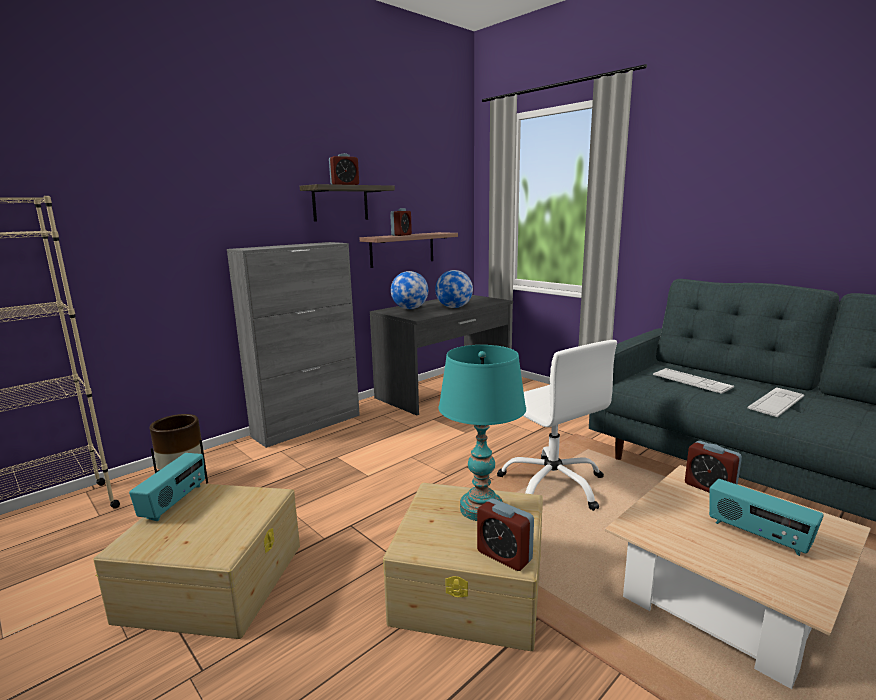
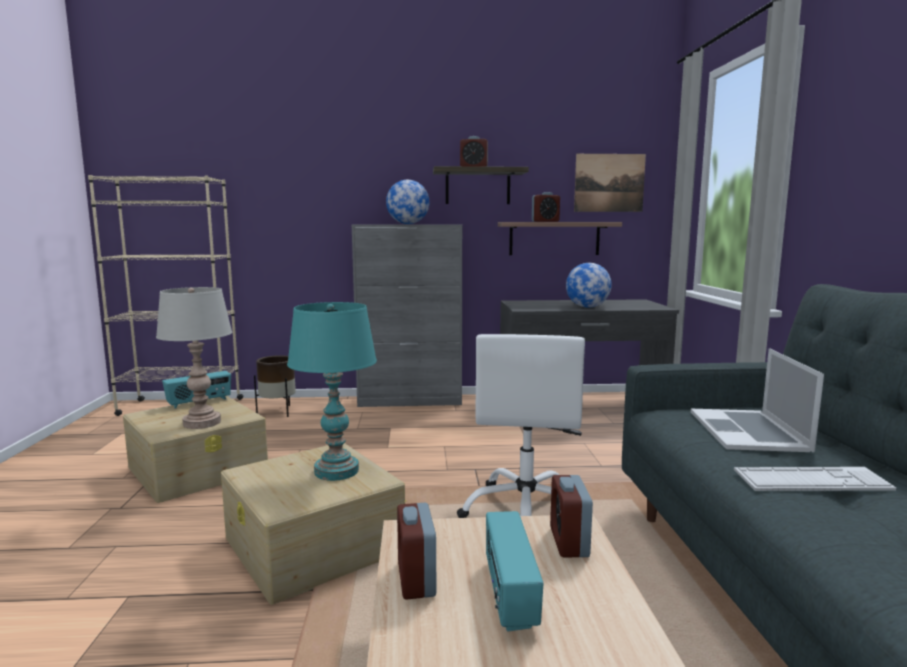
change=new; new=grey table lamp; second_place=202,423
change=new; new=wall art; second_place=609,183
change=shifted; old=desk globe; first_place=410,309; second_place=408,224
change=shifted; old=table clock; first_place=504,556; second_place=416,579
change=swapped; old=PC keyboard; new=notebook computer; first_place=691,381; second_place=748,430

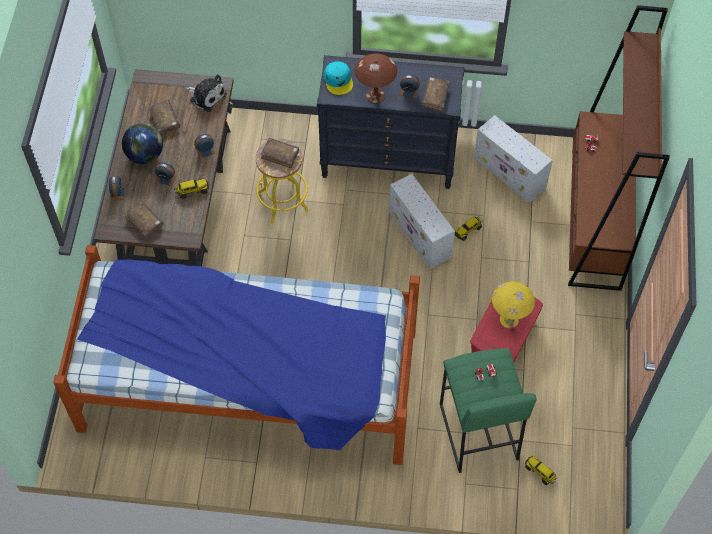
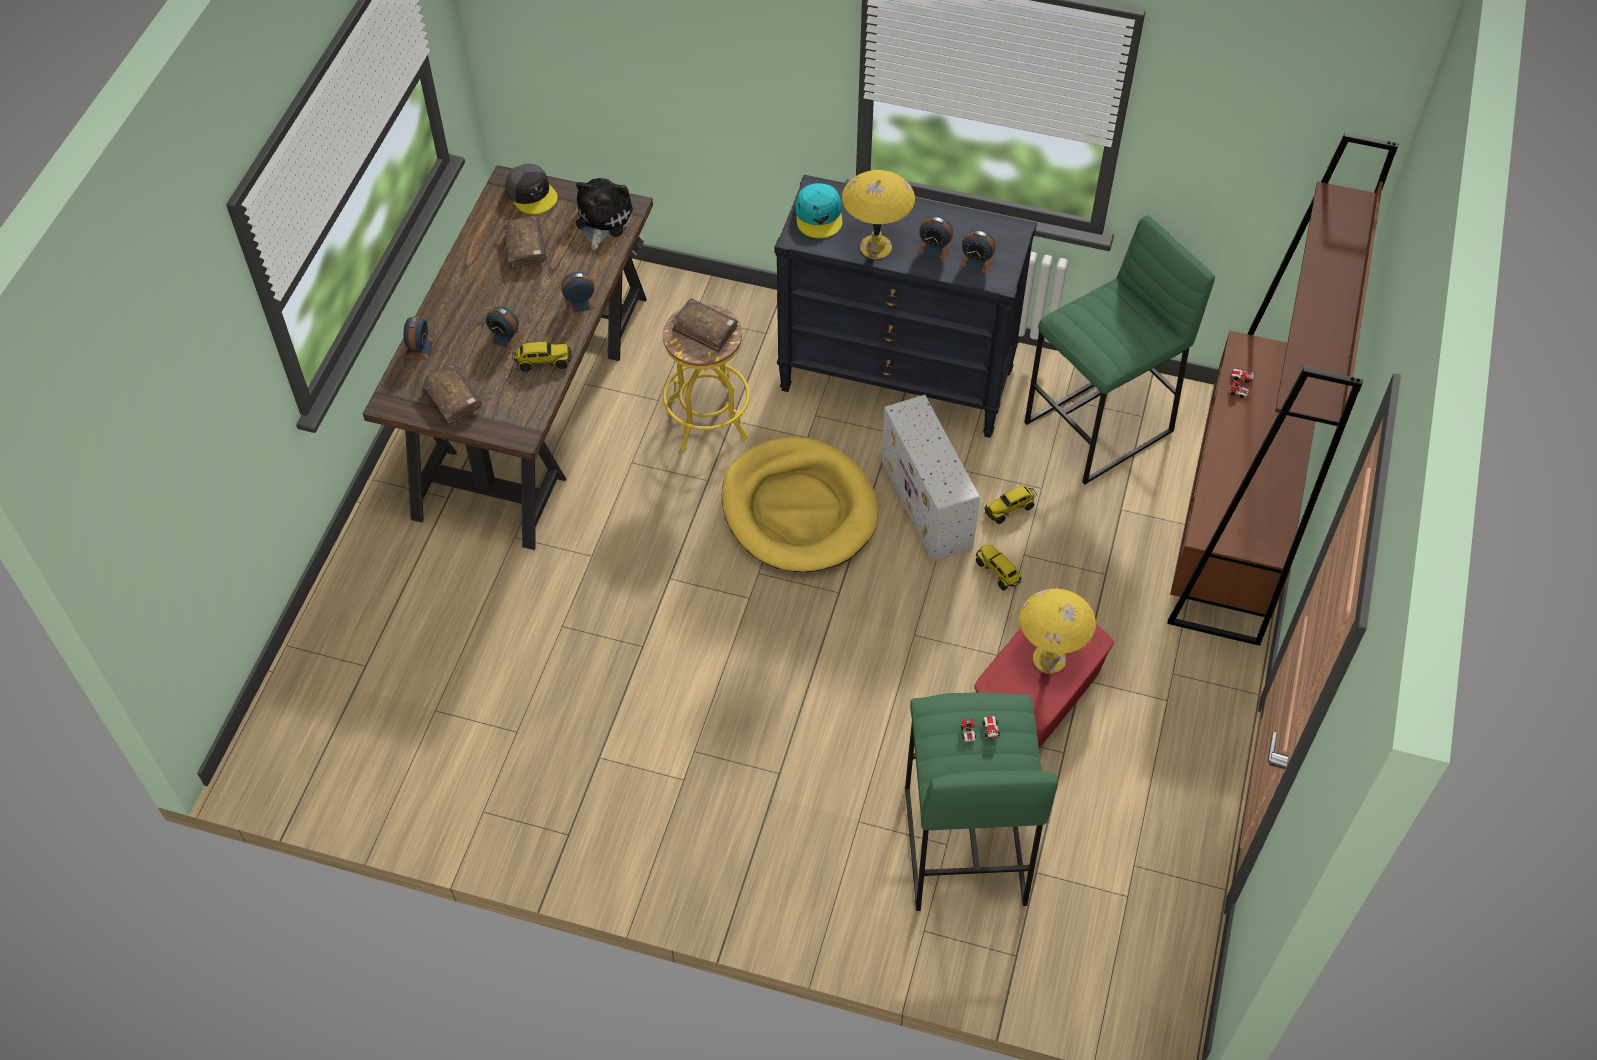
change=gone; old=bed; first_place=249,382
change=gone; old=desk globe; first_place=145,155
change=new; new=grey cap; second_place=532,194
change=new; new=yellow-coloured dog bed; second_place=799,509
change=shifted; old=toy lorry; first_place=540,472; second_place=998,572
change=swapped; old=brown-coloured book; new=table clock; first_place=434,97; second_place=976,262
change=swapped; old=whitish storage container; new=greenish sitting stool; first_place=510,173; second_place=1099,428
change=repainted; old=brown-coloured table lamp; new=yellow-coloured table lamp; first_place=375,96; second_place=875,247
change=rotated; old=soft toy; first_place=206,96; second_place=602,220; degrees=-120

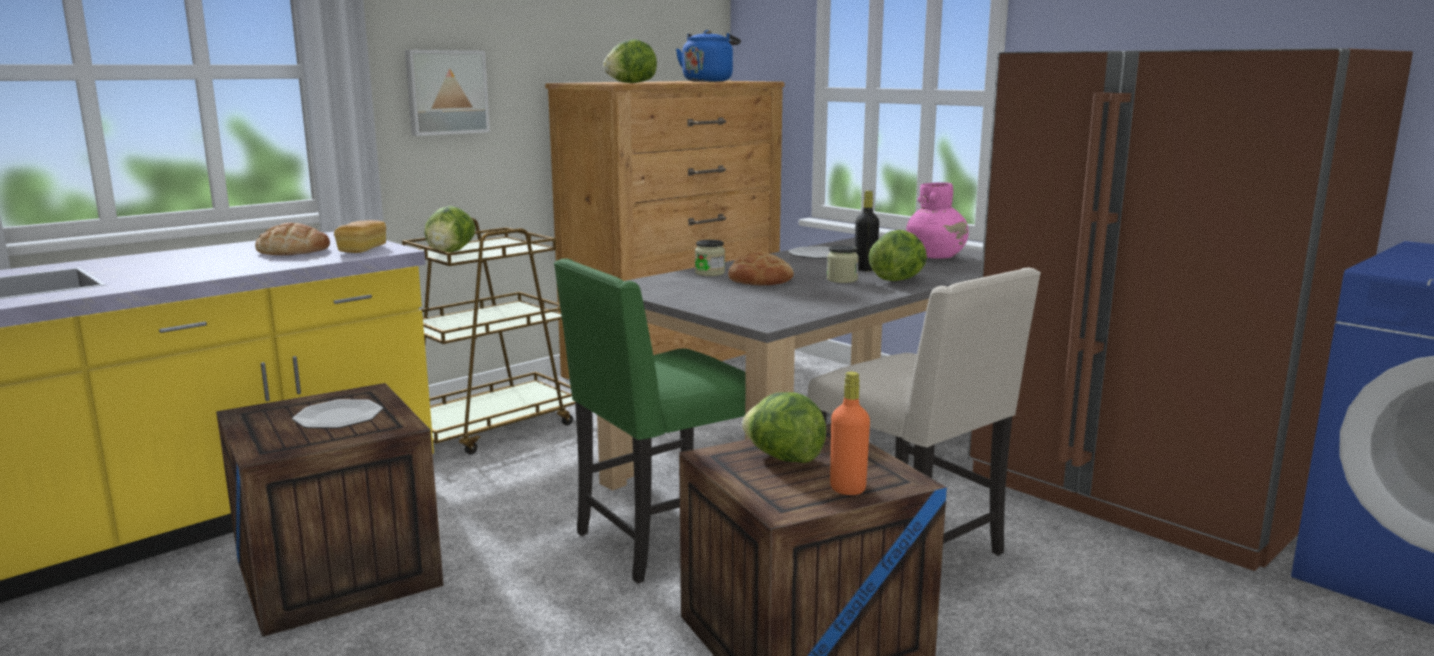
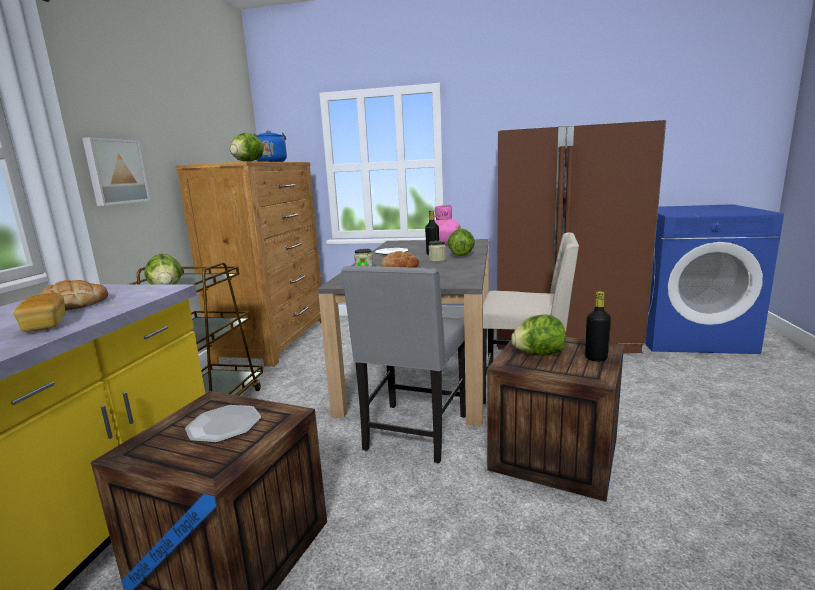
change=shifted; old=bakery bread; first_place=362,249; second_place=45,325
change=repainted; old=greenish plain chair; new=grey plain chair; first_place=663,540; second_place=414,433
change=repainted; old=orange-coloured beverage bottle; new=black-coloured beverage bottle; first_place=847,489; second_place=596,358

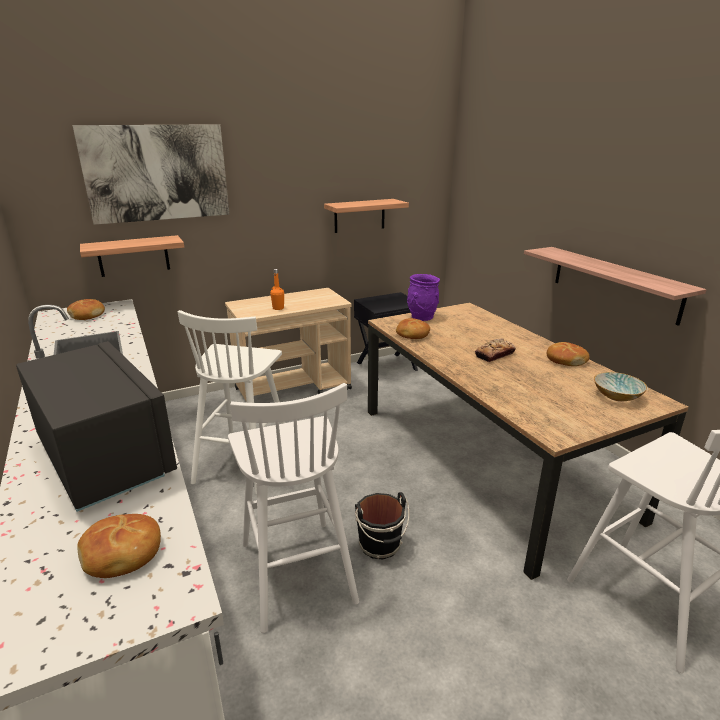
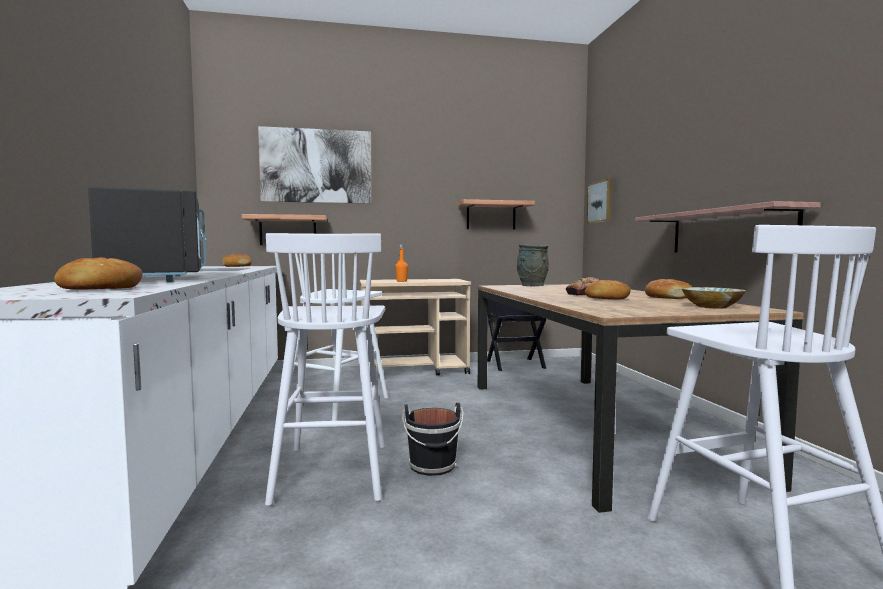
change=new; new=wall art; second_place=601,201
change=shifted; old=bakery bread; first_place=412,334; second_place=606,298
change=repainted; old=purple decorative vase; new=grey decorative vase; first_place=421,317; second_place=531,285

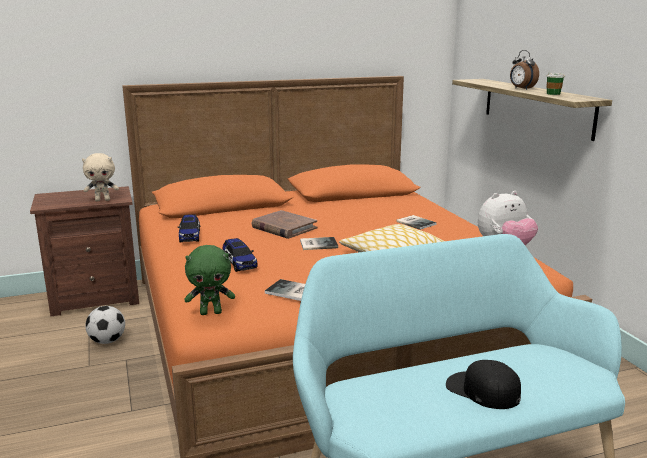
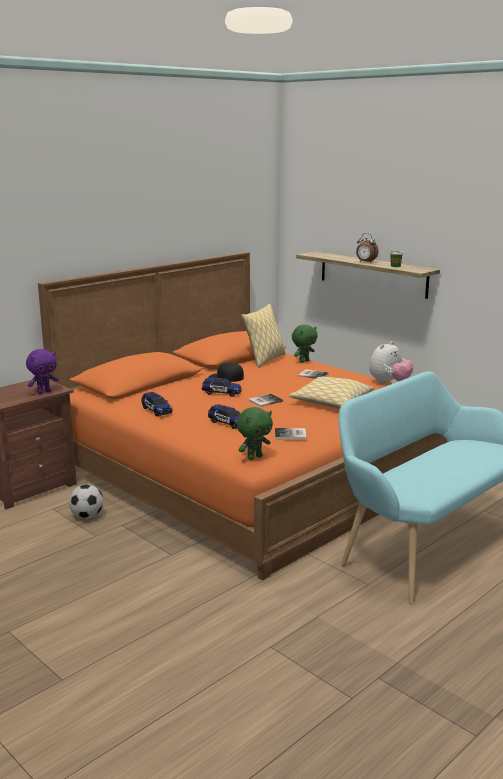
change=new; new=throw pillow; second_place=264,360
change=new; new=greenish soft toy; second_place=304,361
change=shifted; old=black-coloured cap; first_place=482,390; second_place=226,377
change=swapped; old=brown-coloured book; new=miniature car; first_place=284,228; second_place=221,393
change=repainted; old=beige-coloured soft toy; new=purple soft toy; first_place=103,200; second_place=44,392

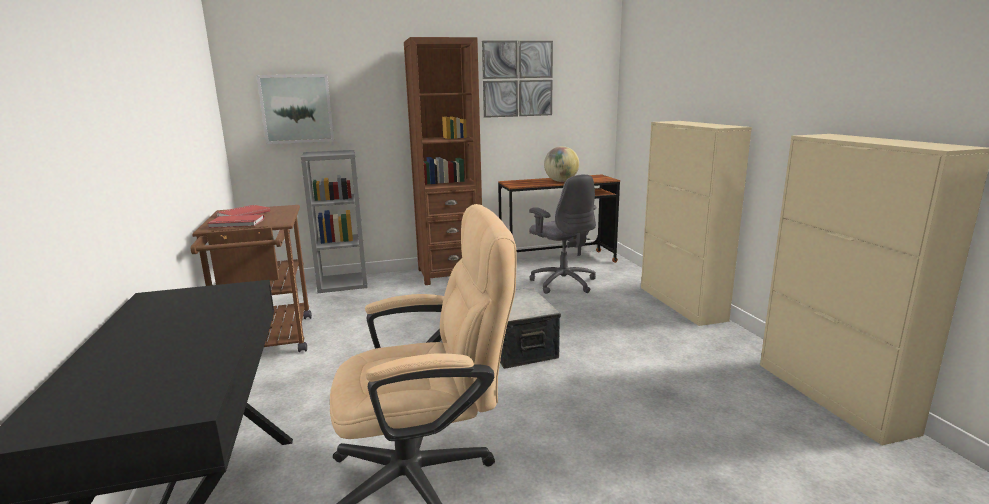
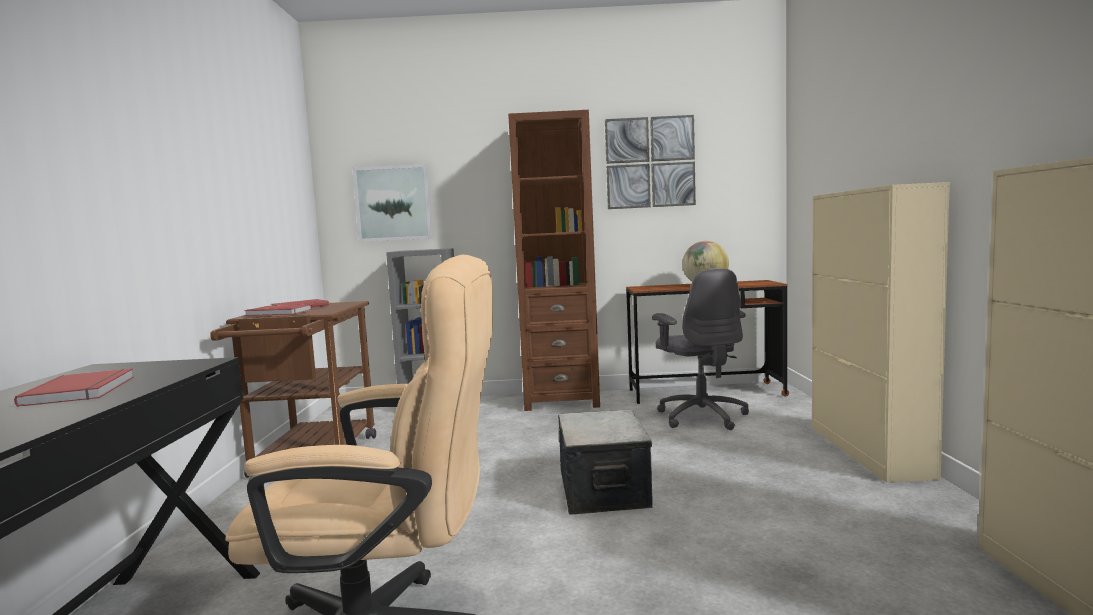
change=new; new=reddish book; second_place=84,390

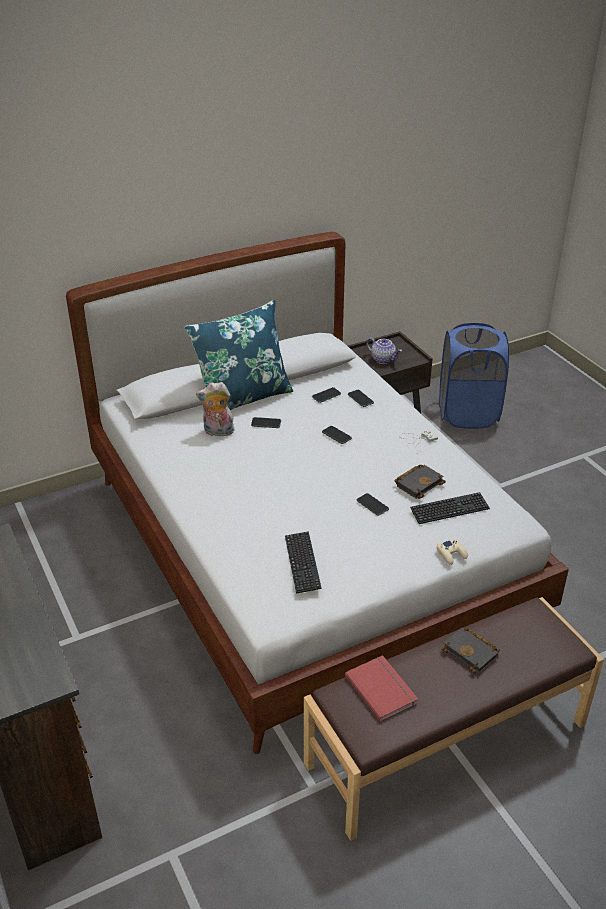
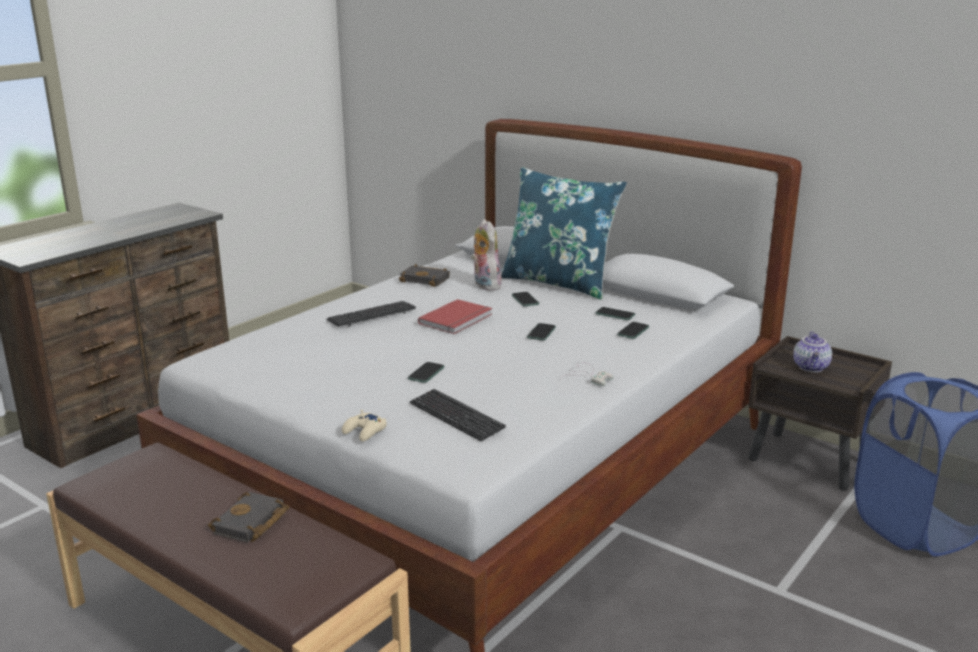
change=shifted; old=PC keyboard; first_place=302,563; second_place=372,315
change=shifted; old=reddish book; first_place=382,688; second_place=457,319
change=shifted; old=black-coloured book; first_place=419,483; second_place=426,279

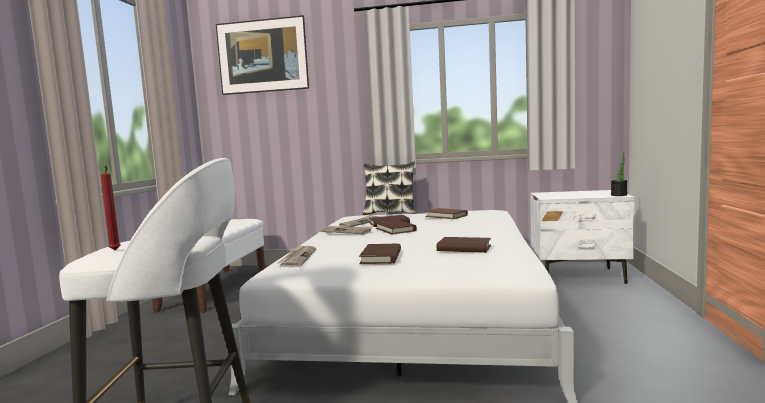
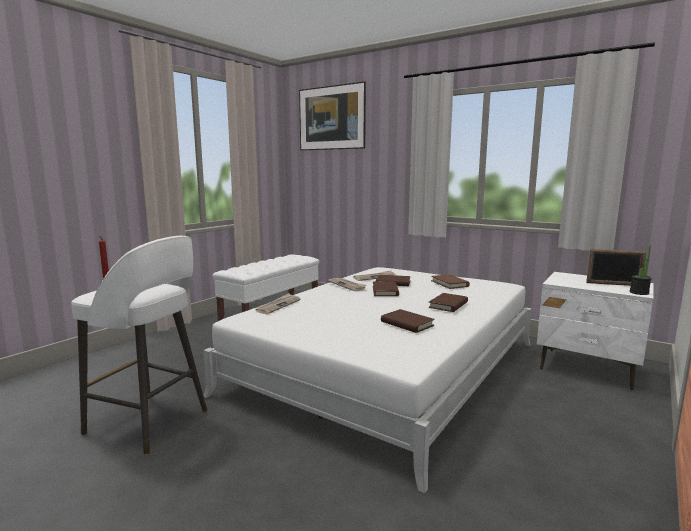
change=gone; old=throw pillow; first_place=390,213
change=new; new=standing frame; second_place=613,284
change=shifted; old=brown-coloured book; first_place=381,257; second_place=448,305

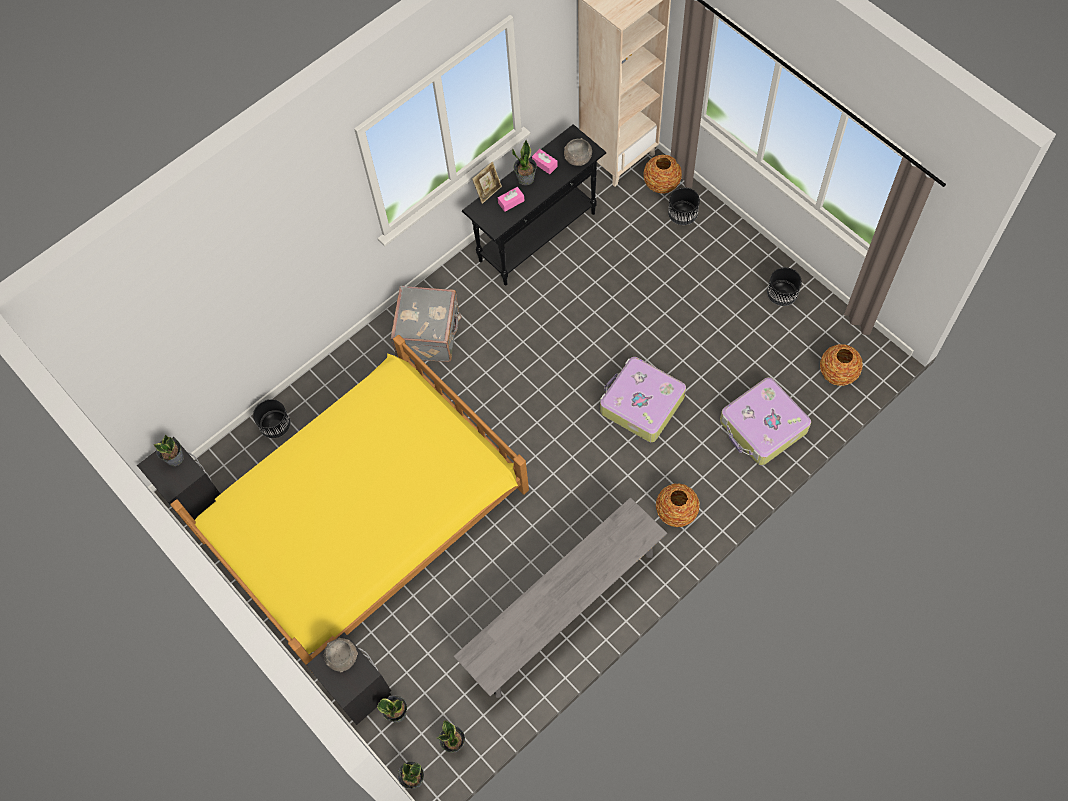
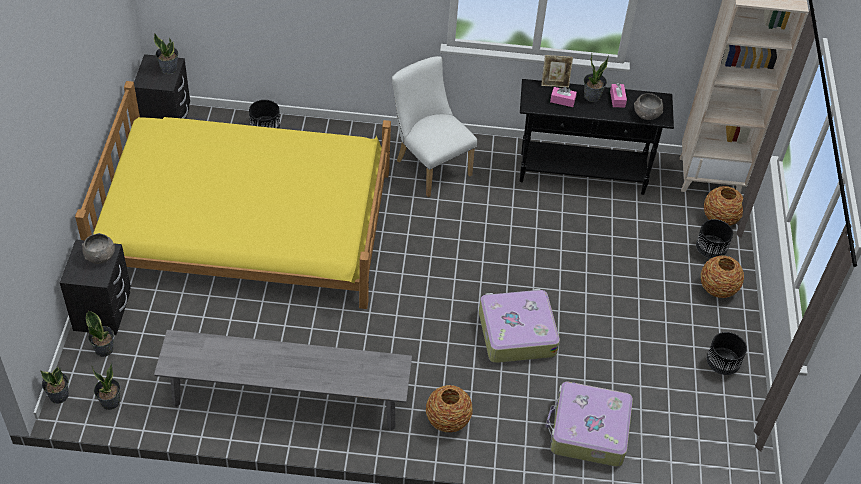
change=shifted; old=decorative vase; first_place=838,373; second_place=718,289
change=swapped; old=grey travel case; new=whitish plain chair; first_place=429,334; second_place=429,165

